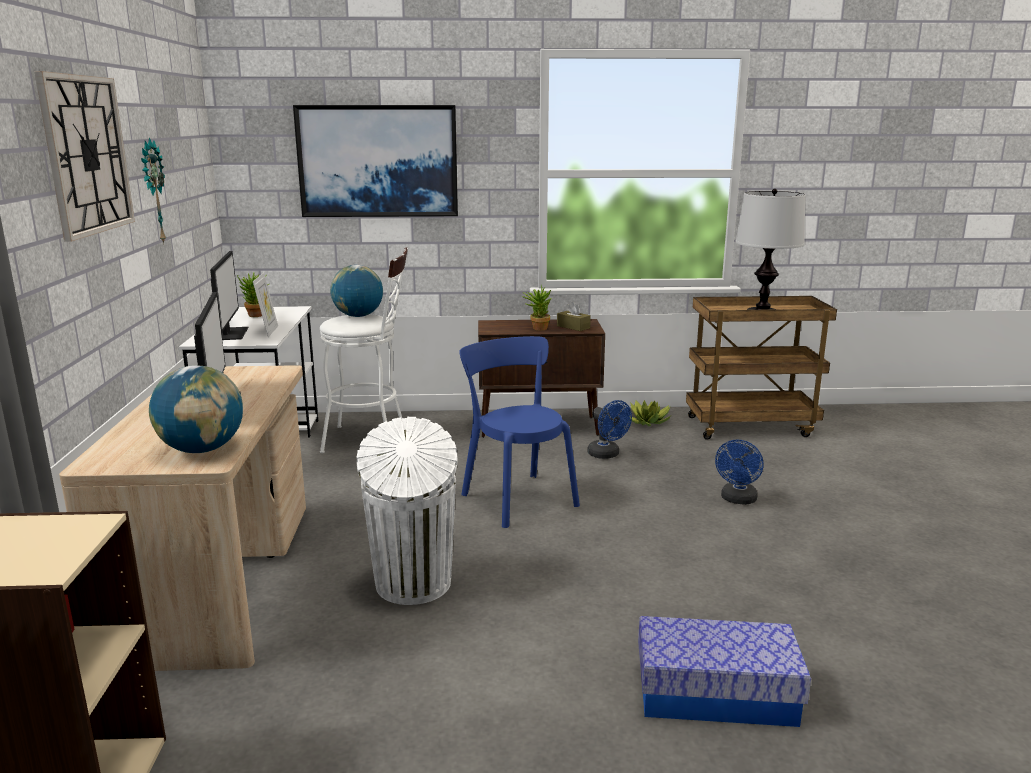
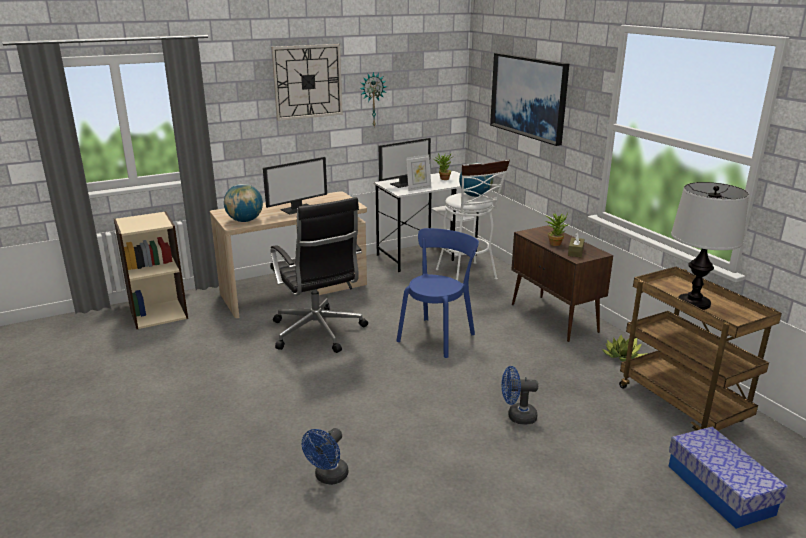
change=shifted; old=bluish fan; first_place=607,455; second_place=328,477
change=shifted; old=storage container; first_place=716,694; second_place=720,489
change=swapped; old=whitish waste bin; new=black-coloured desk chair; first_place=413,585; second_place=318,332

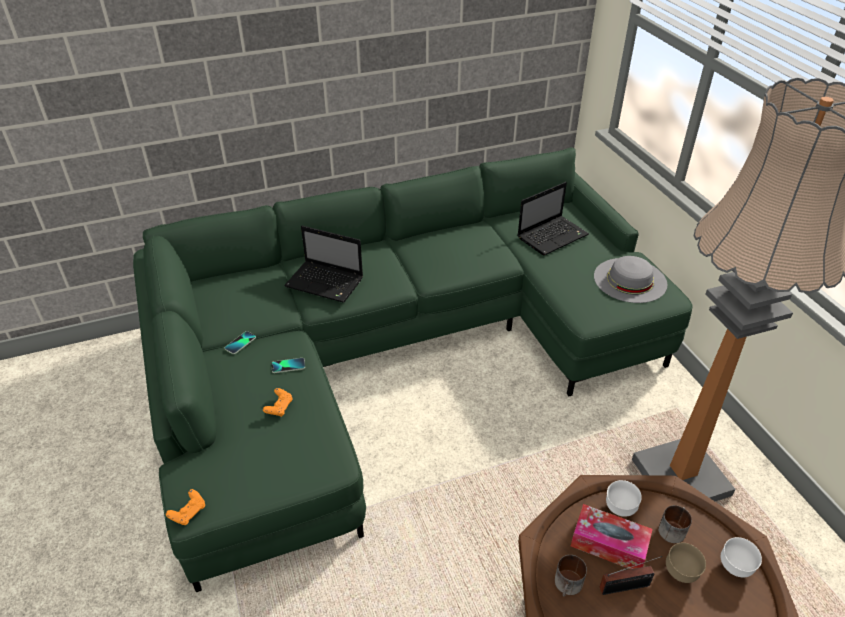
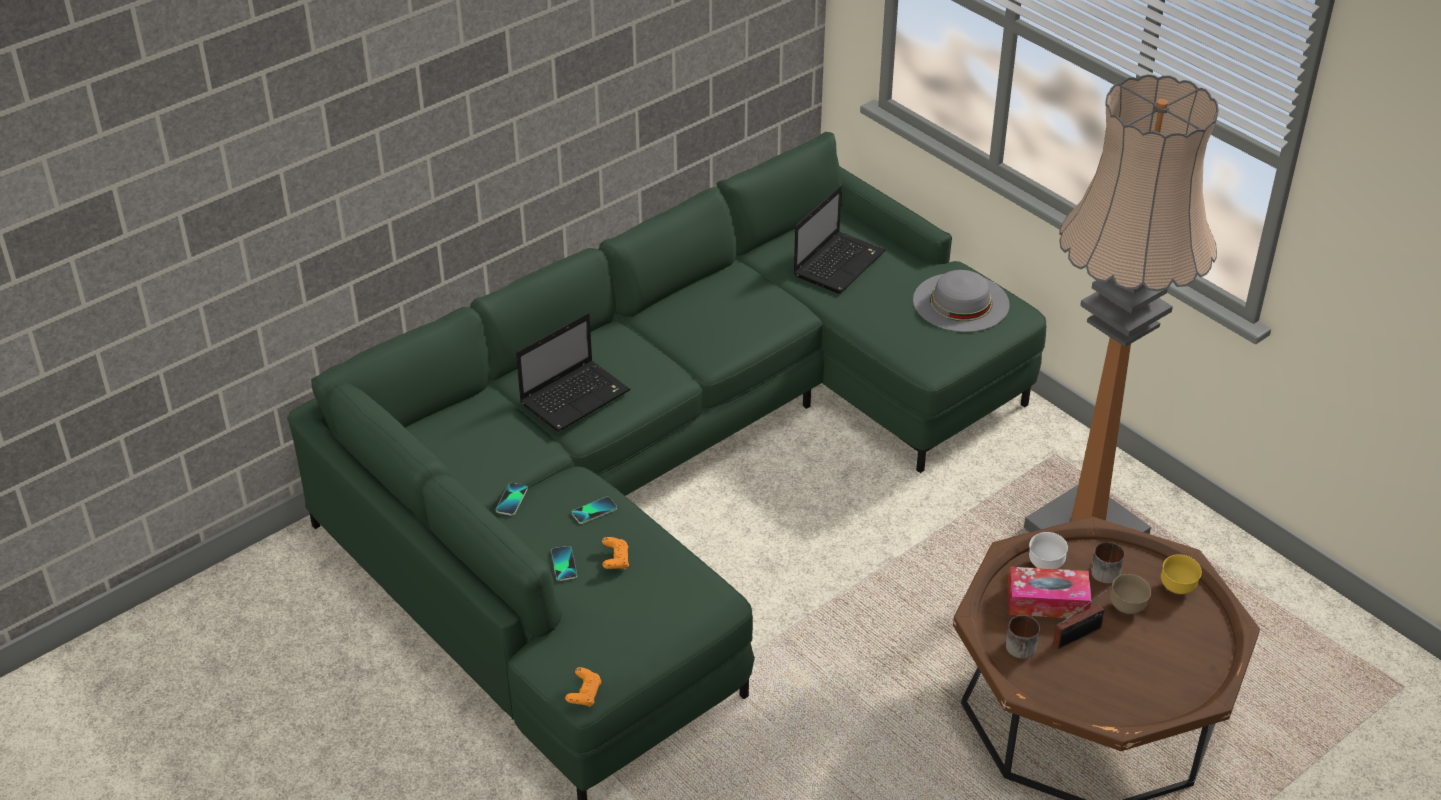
change=new; new=telephone; second_place=564,564
change=repainted; old=whitish deep dish; new=yellow-coloured deep dish; first_place=735,568; second_place=1177,589
change=rotated; old=notebook computer; first_place=326,283; second_place=576,396; degrees=-45

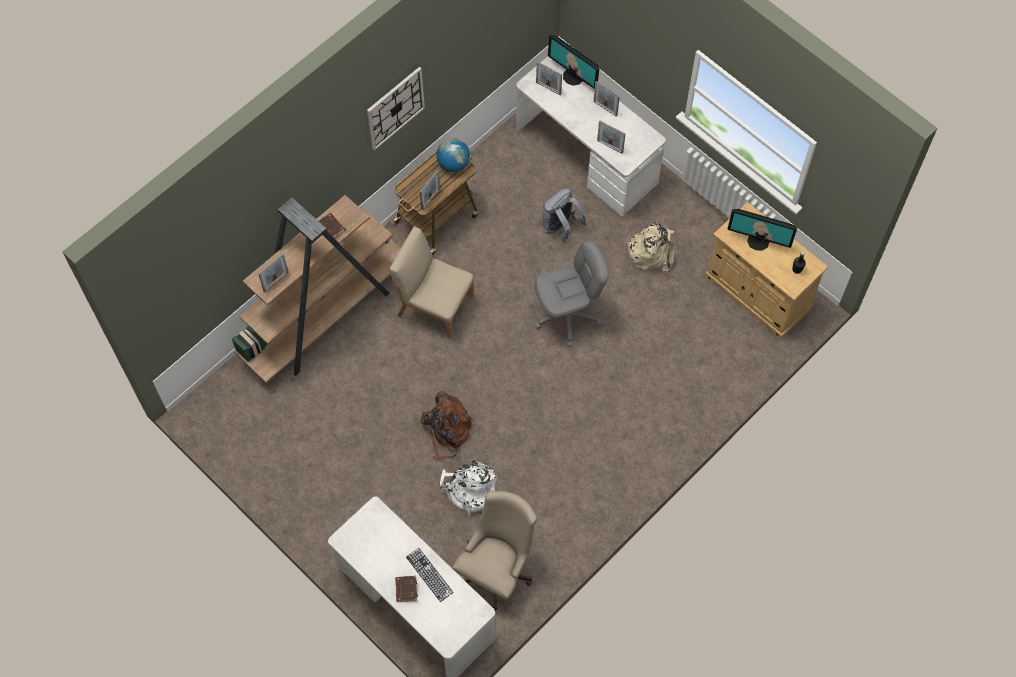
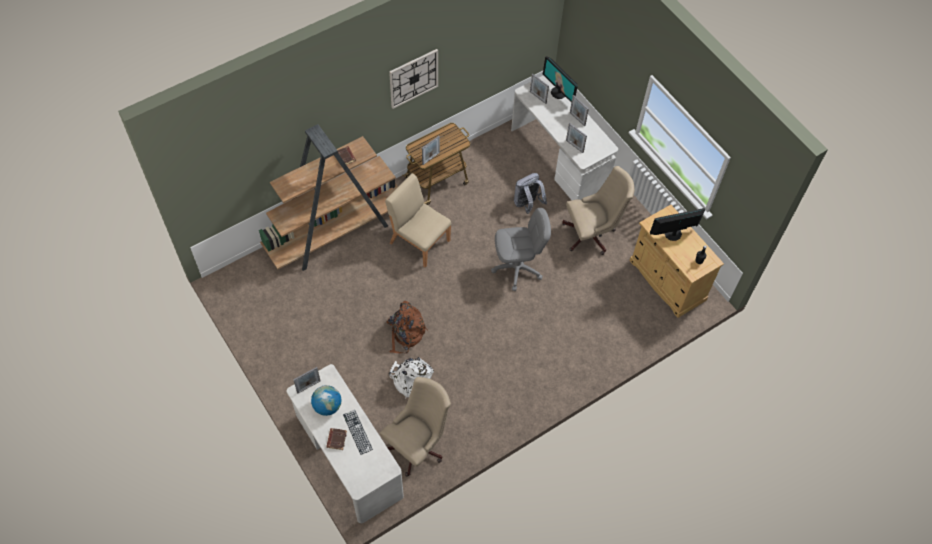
change=shifted; old=standing frame; first_place=276,281; second_place=308,386
change=shifted; old=desk globe; first_place=453,164; second_place=327,406
change=swapped; old=beige-coloured rucksack; new=beige-coloured desk chair; first_place=651,251; second_place=592,234
change=rotated; old=monitor; first_place=758,241; second_place=673,234; degrees=135

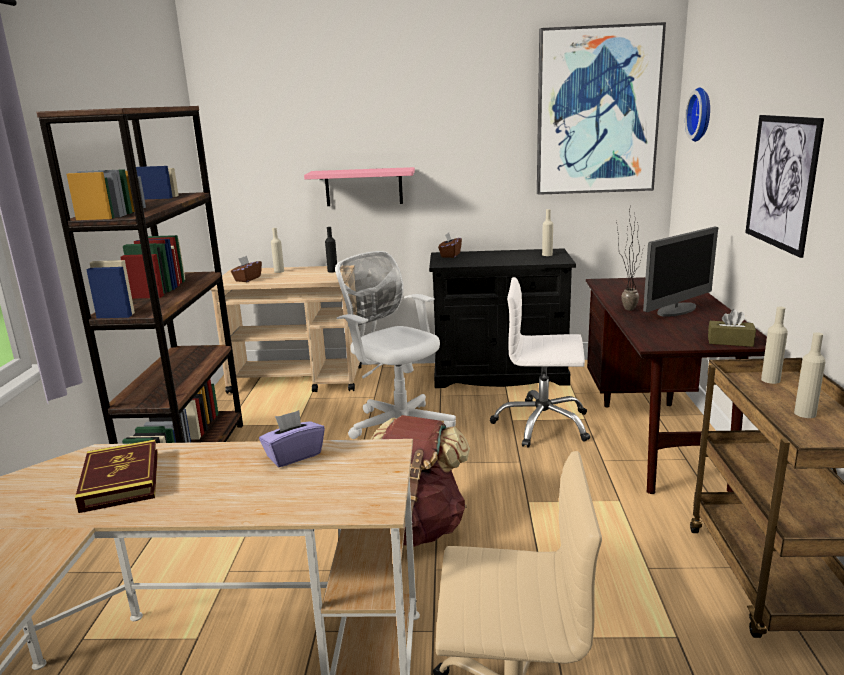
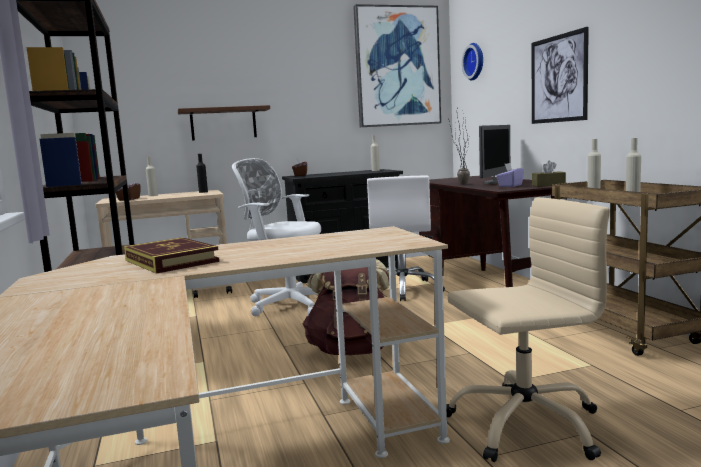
change=shifted; old=purple tissue box; first_place=294,455; second_place=510,186
change=repainted; old=pink bracket shelf; new=brown-coloured bracket shelf; first_place=363,187; second_place=223,123
change=rotated; old=whitish desk chair; first_place=542,424; second_place=403,289; degrees=-75

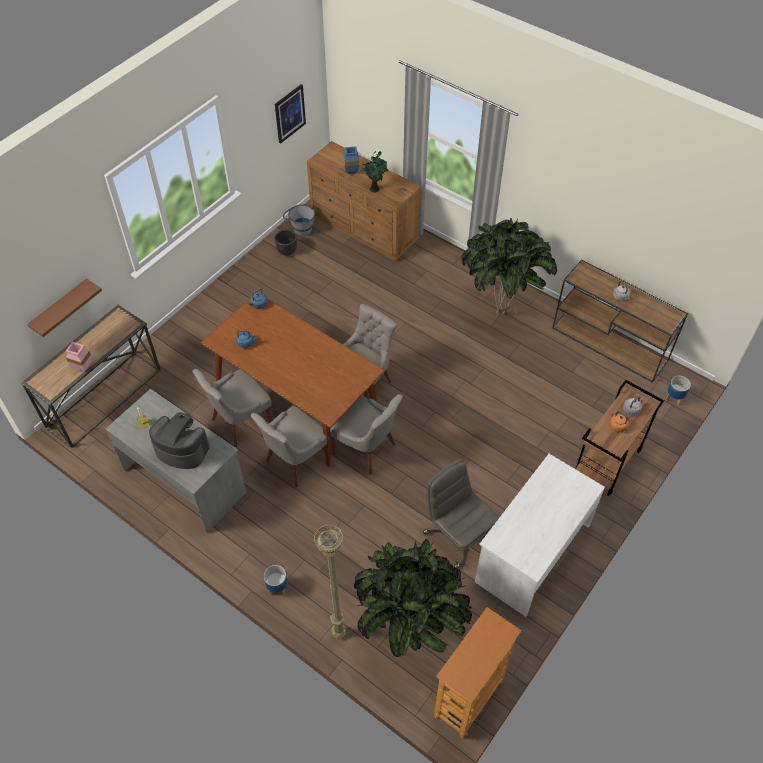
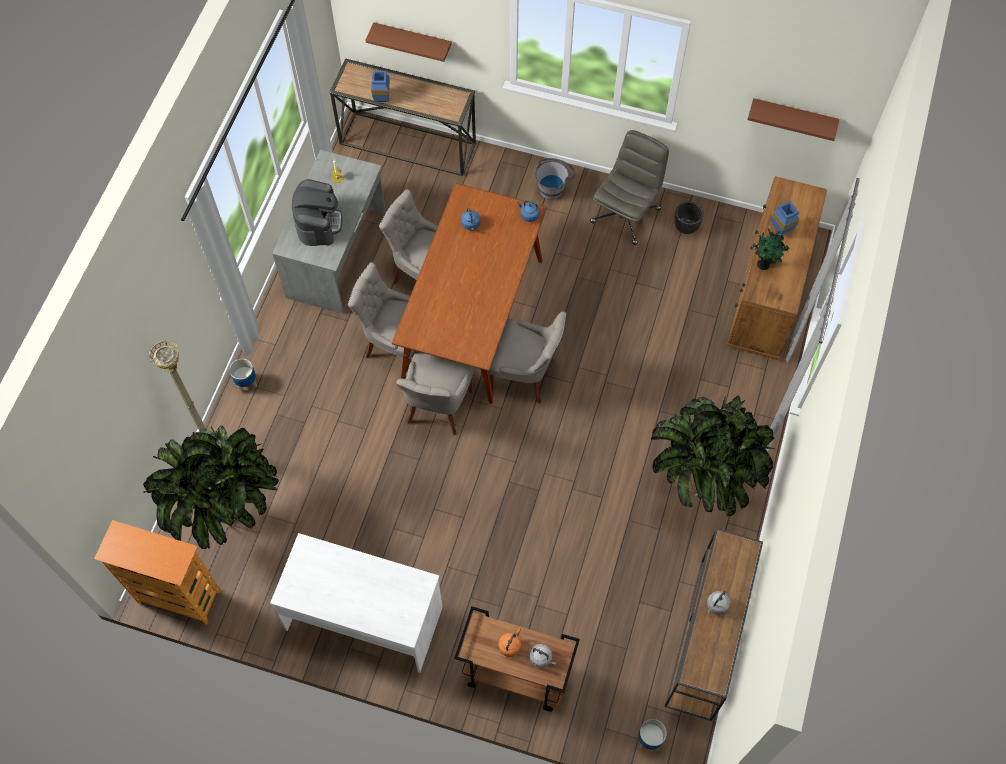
change=shifted; old=grey water bucket; first_place=300,227; second_place=553,187
change=shifted; old=grey desk chair; first_place=458,536; second_place=625,214
change=swapped; old=wall art; new=brown-coloured bracket shelf; first_place=289,113; second_place=793,117
change=repainted; old=pink decorative vase; new=bluish decorative vase; first_place=84,367; second_place=383,99

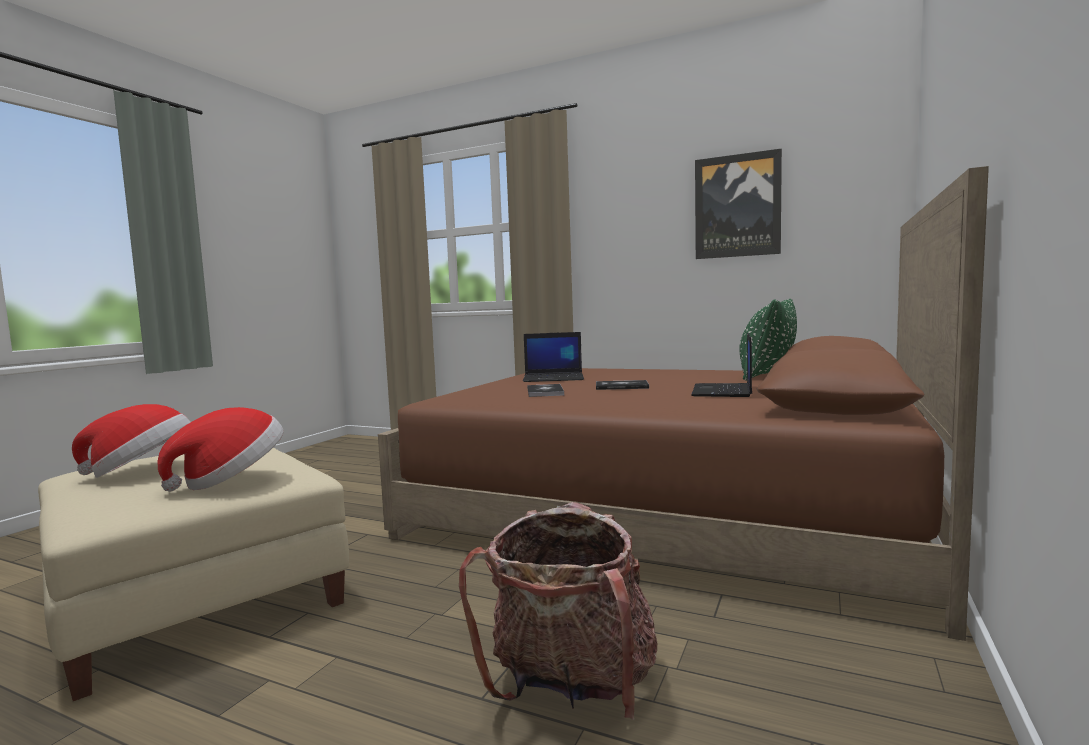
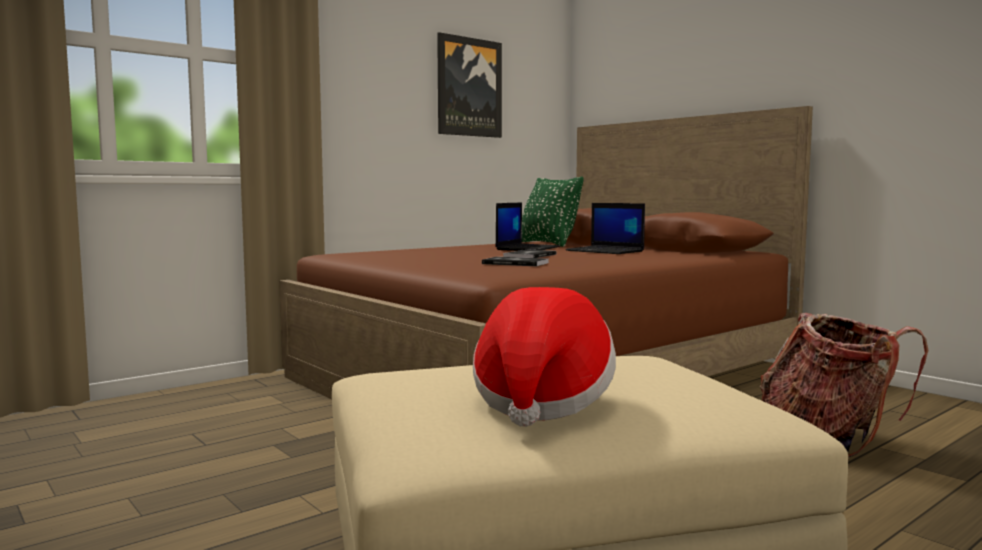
change=gone; old=wearable hat; first_place=231,480
change=shifted; old=notebook computer; first_place=554,378; second_place=527,248

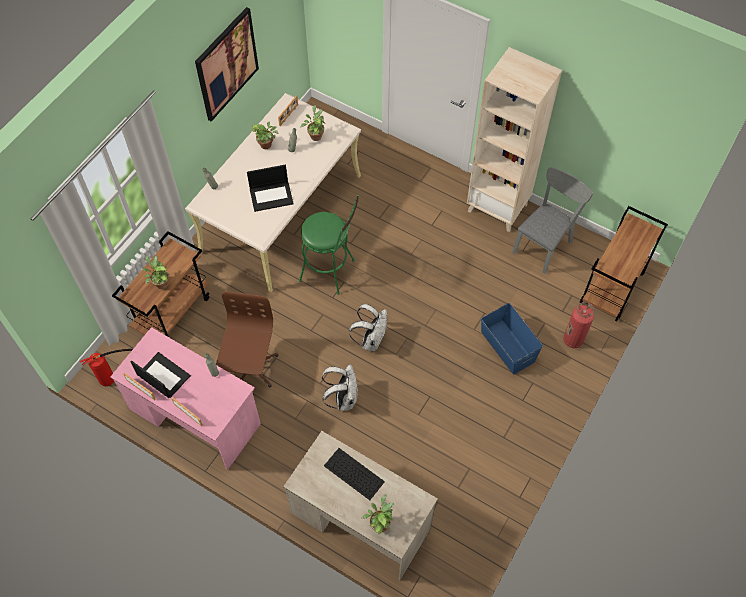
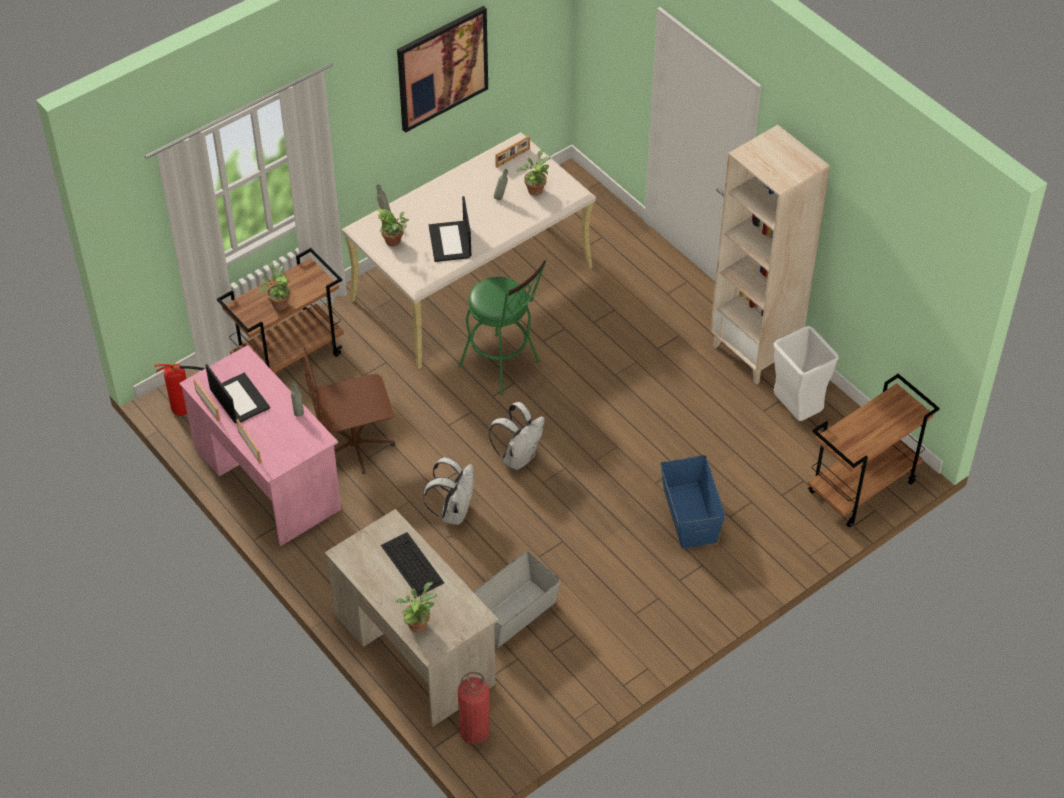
change=new; new=grey storage container; second_place=515,613
change=shifted; old=houseplant; first_place=267,145; second_place=395,242
change=shifted; old=fire-fighting cylinder; first_place=573,340; second_place=474,732
change=swapped; old=grey plain chair; new=whitish waste bin; first_place=544,244; second_place=797,411
change=rotated; old=brown-coloured desk chair; first_place=250,368; second_place=355,445; degrees=-135
change=rotated; old=notebook computer; first_place=271,196; second_place=450,242; degrees=75

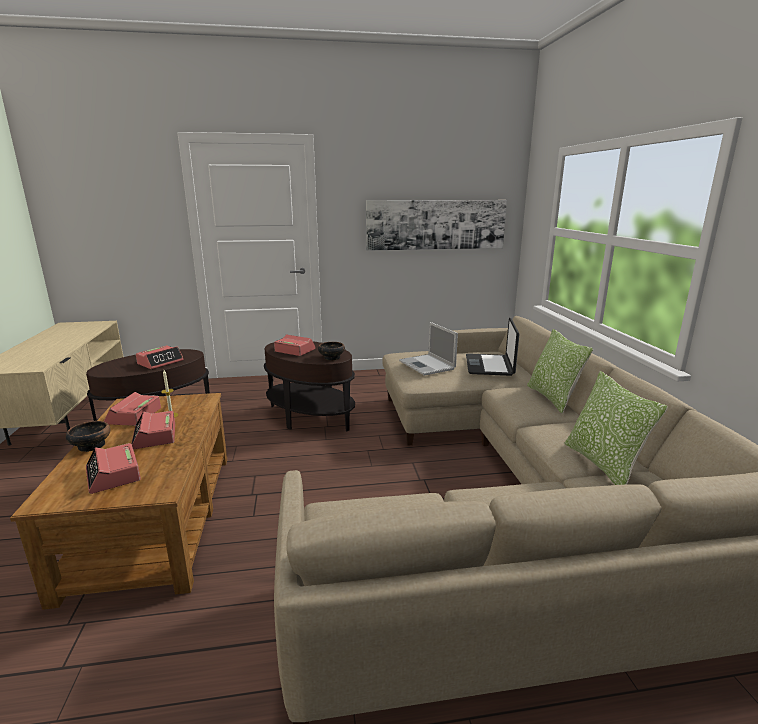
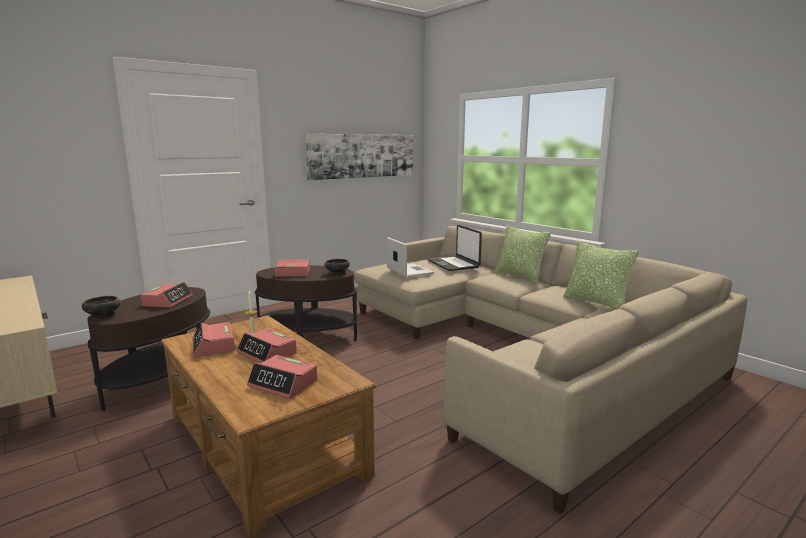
change=shifted; old=deep dish; first_place=91,446; second_place=103,316
change=rotated; old=notebook computer; first_place=427,365; second_place=409,271; degrees=-150

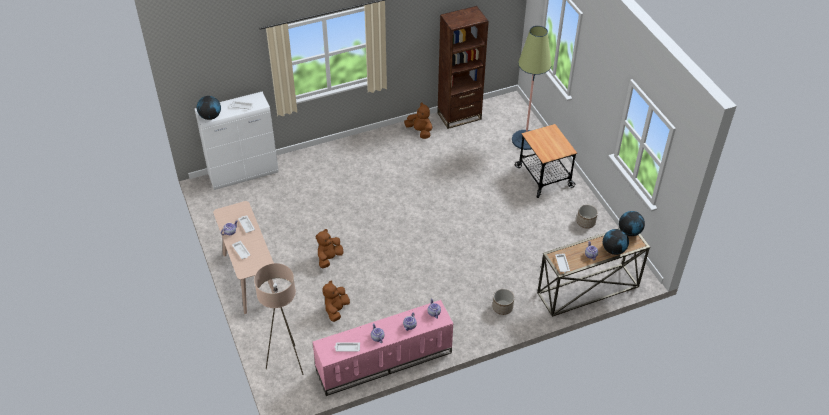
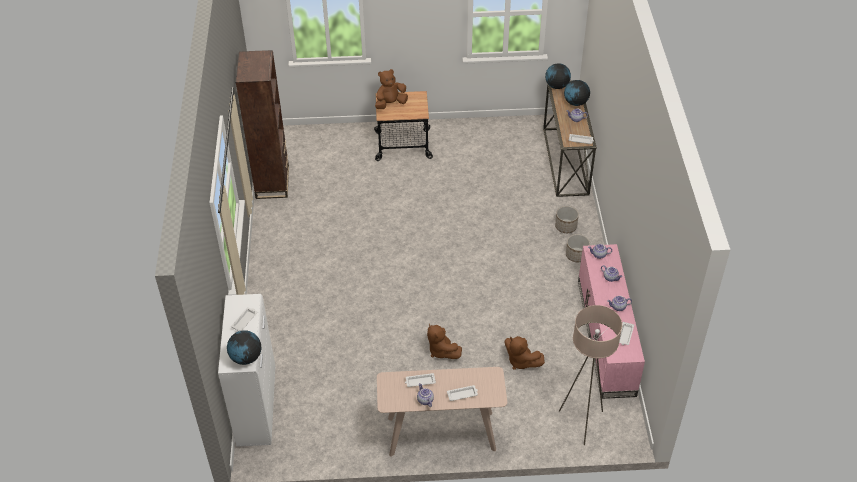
change=gone; old=floor lamp; first_place=525,140
change=shifted; old=brown-coloured soft toy; first_place=420,131; second_place=390,104
change=shifted; old=flower pot; first_place=585,222; second_place=576,255

